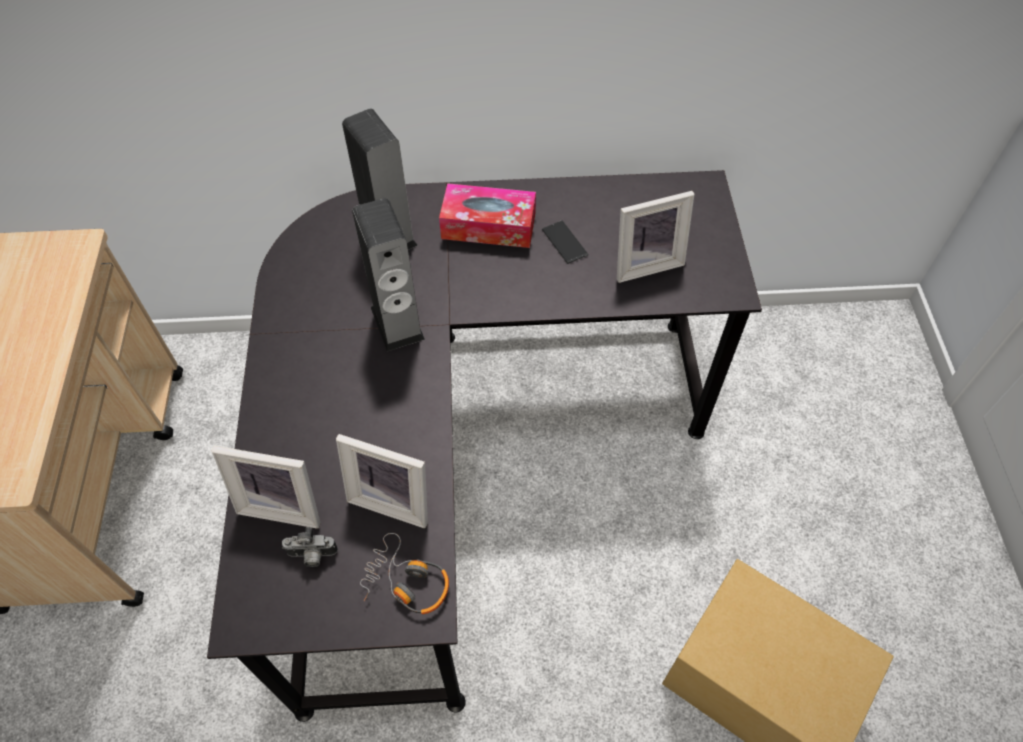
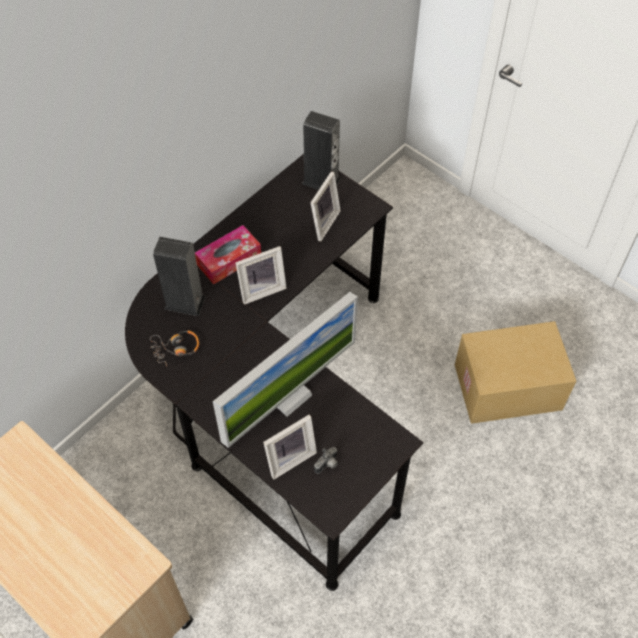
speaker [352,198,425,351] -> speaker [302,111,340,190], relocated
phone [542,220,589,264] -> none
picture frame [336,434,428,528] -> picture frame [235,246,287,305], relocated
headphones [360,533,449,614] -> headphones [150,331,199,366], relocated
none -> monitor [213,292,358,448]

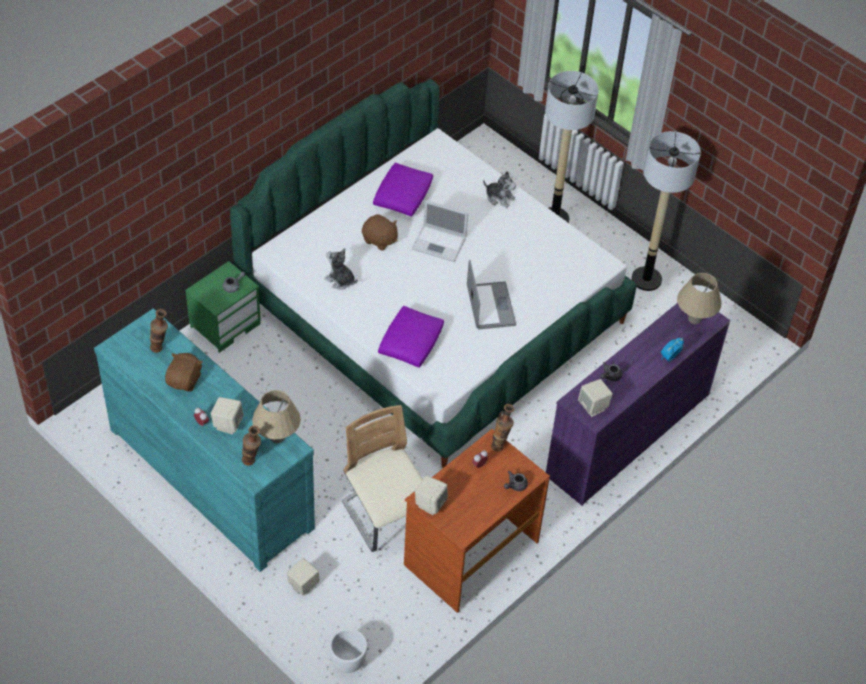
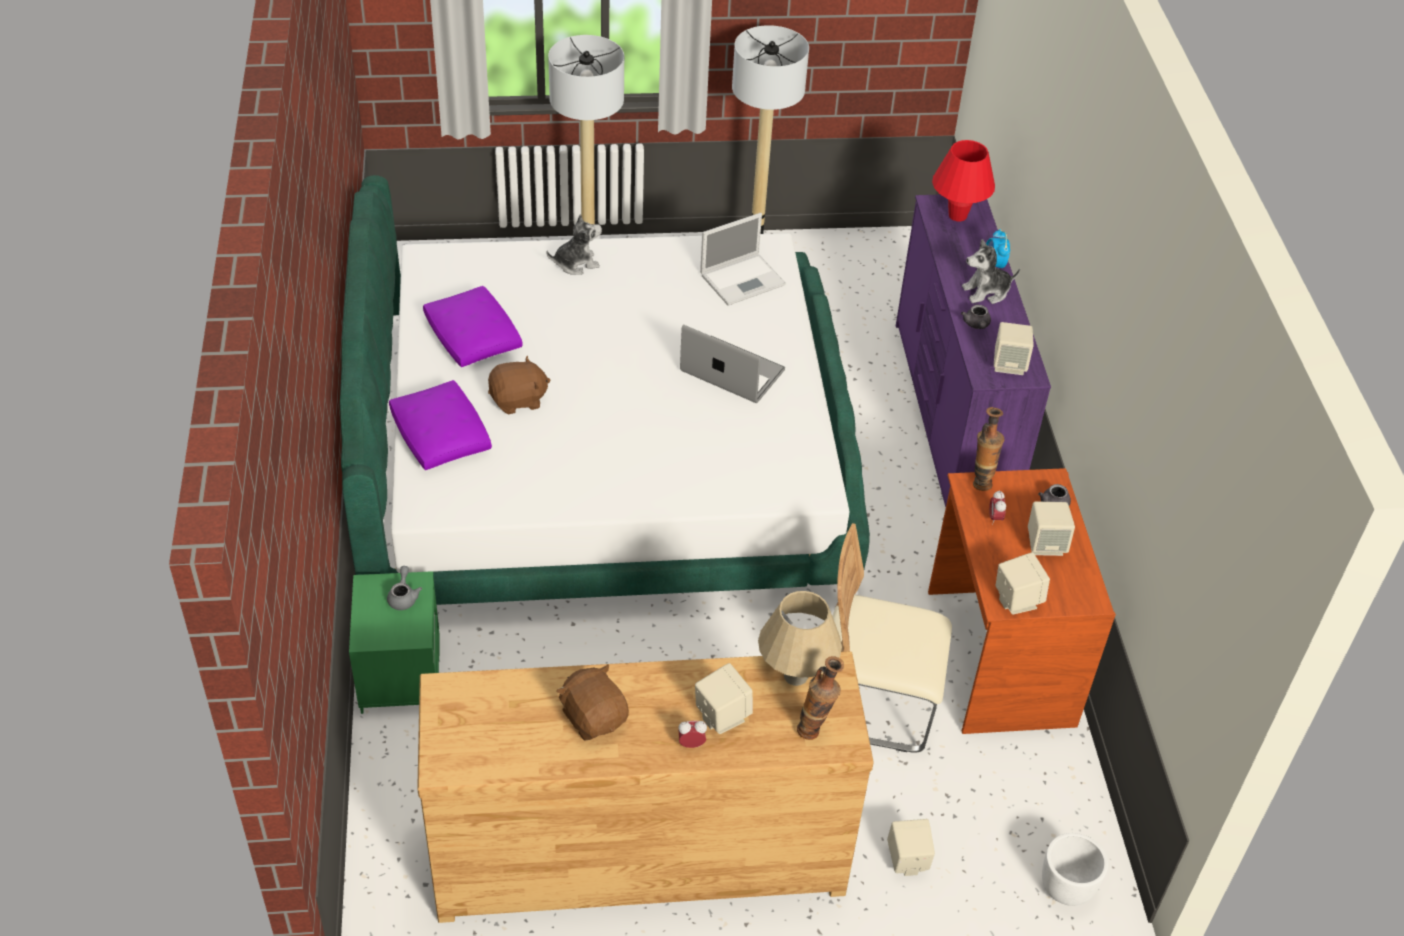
laptop [412,200,468,262] -> laptop [700,213,786,306], relocated
plush toy [324,248,358,290] -> plush toy [962,239,1020,304], relocated
beige table lamp [677,273,721,324] -> red table lamp [932,140,995,222]
purple pillow [378,306,444,368] -> purple pillow [389,380,492,470], relocated
turquoise dresser [94,308,315,572] -> brown dresser [417,651,874,923]
vase [150,309,168,353] -> none
none -> beige speaker [1028,501,1075,556]

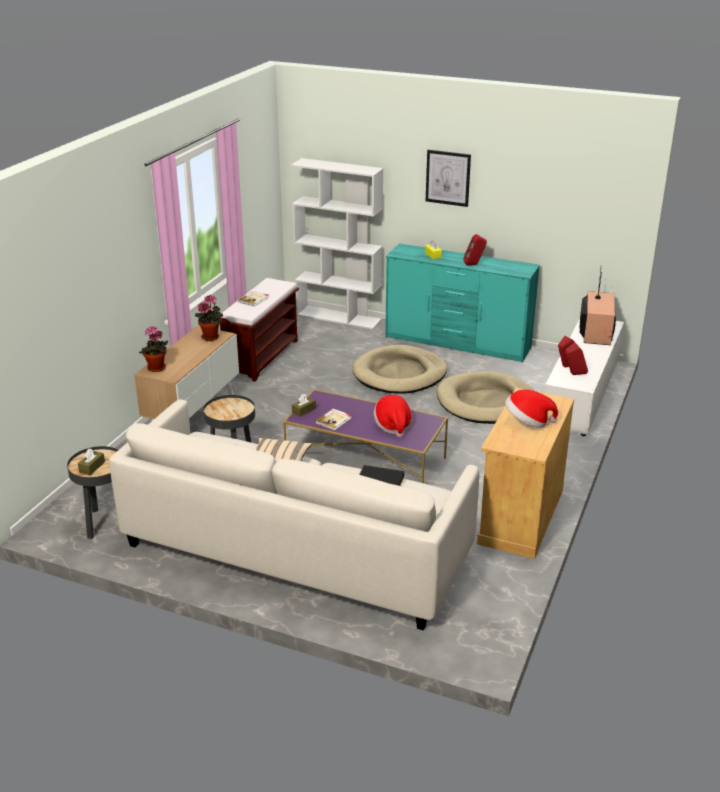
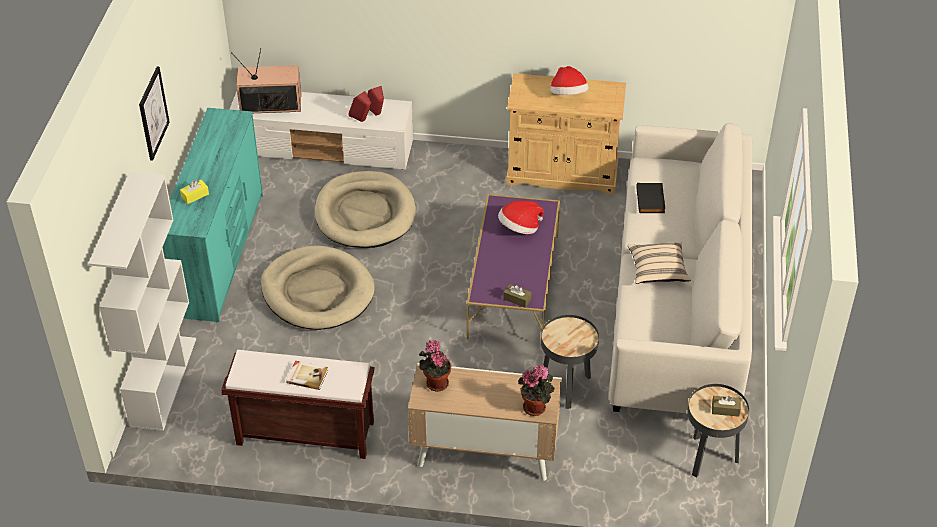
red speaker [463,234,487,266] -> none
book [315,409,351,431] -> none

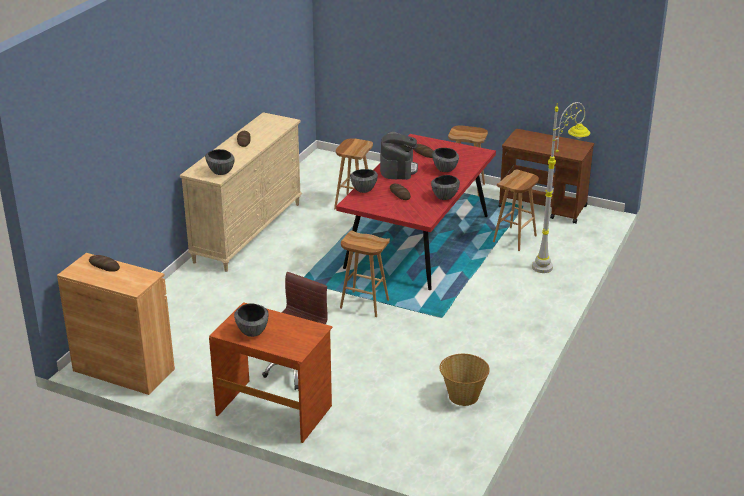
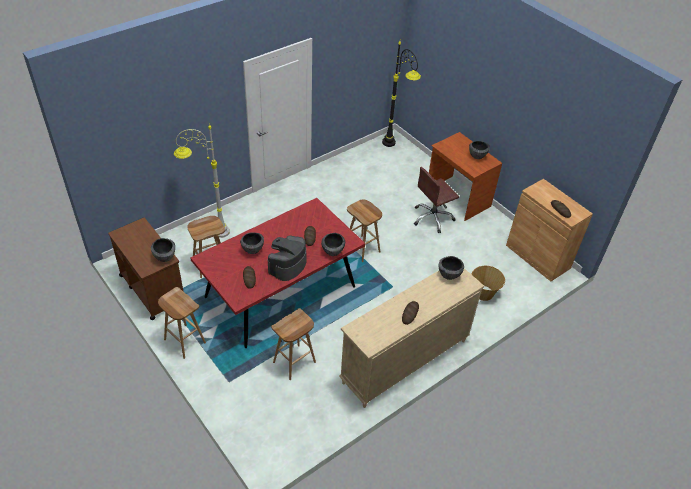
bowl [431,175,460,200] -> bowl [151,238,175,262], relocated
basket [439,354,490,406] -> basket [471,266,505,301], relocated
none -> black floor lamp [382,41,421,147]

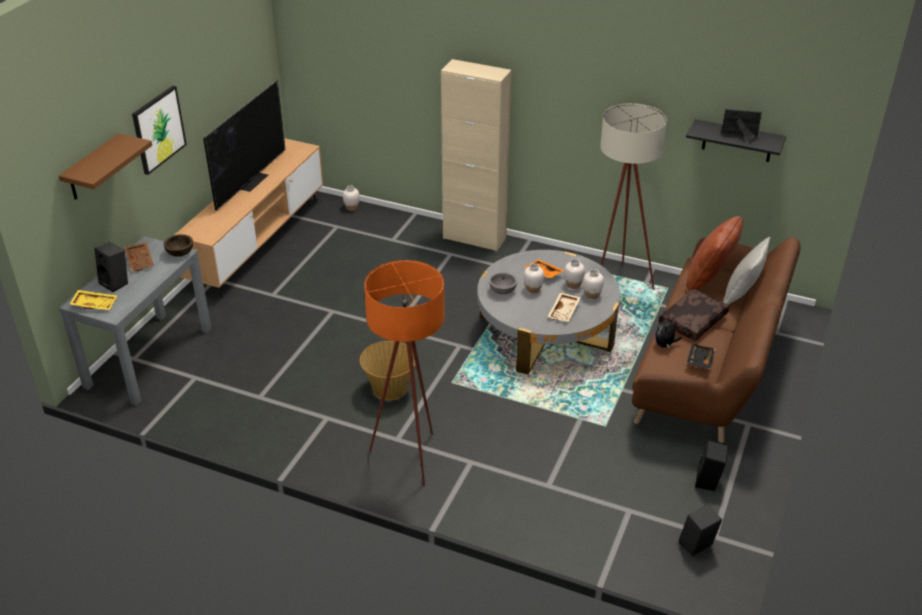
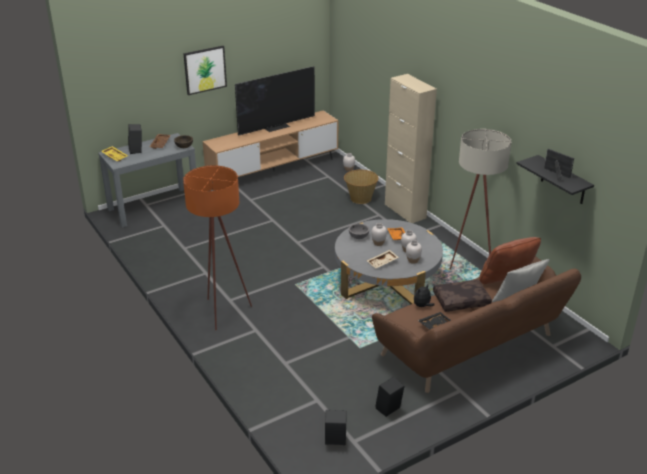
brown shelf [59,133,152,200] -> none
basket [360,341,416,400] -> basket [344,170,379,204], relocated

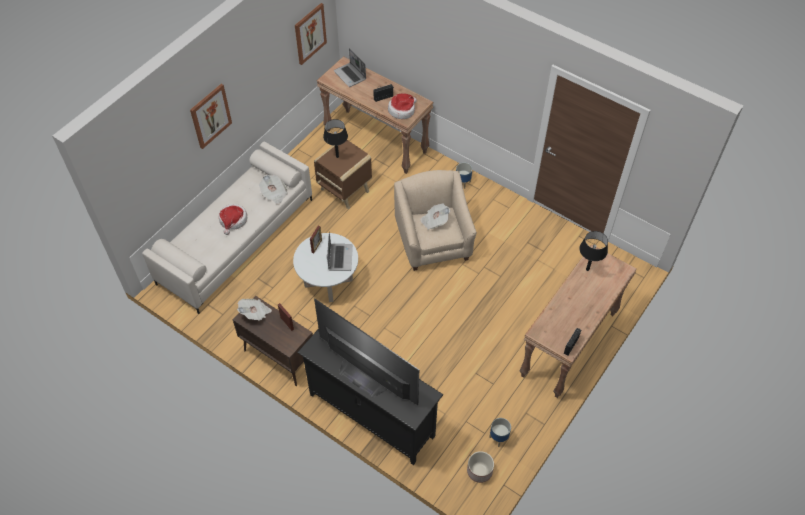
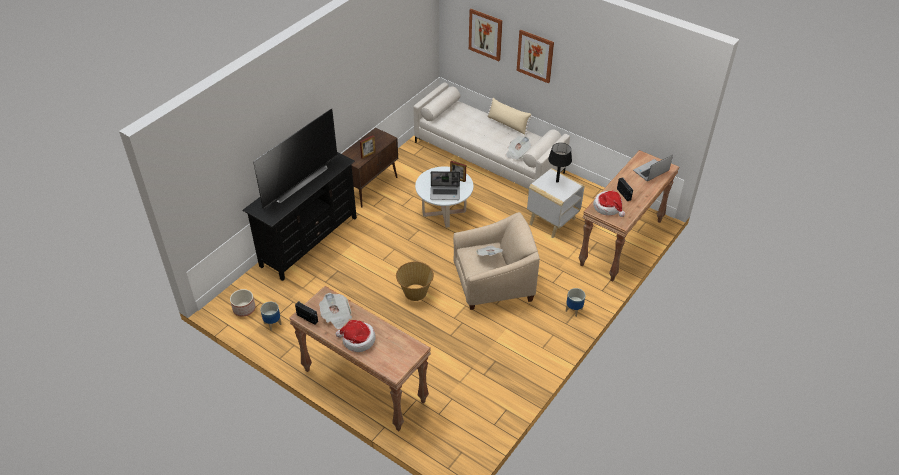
picture [295,3,327,65] -> picture [469,9,503,61], relocated
brown side table [314,140,372,210] -> white side table [527,168,584,238]
hat [219,204,247,235] -> hat [336,320,376,352], relocated
black table lamp [579,231,608,271] -> none
newspaper [237,299,272,321] -> newspaper [319,293,352,329], relocated
none -> beige pillow [487,98,533,135]
none -> basket [396,262,434,301]

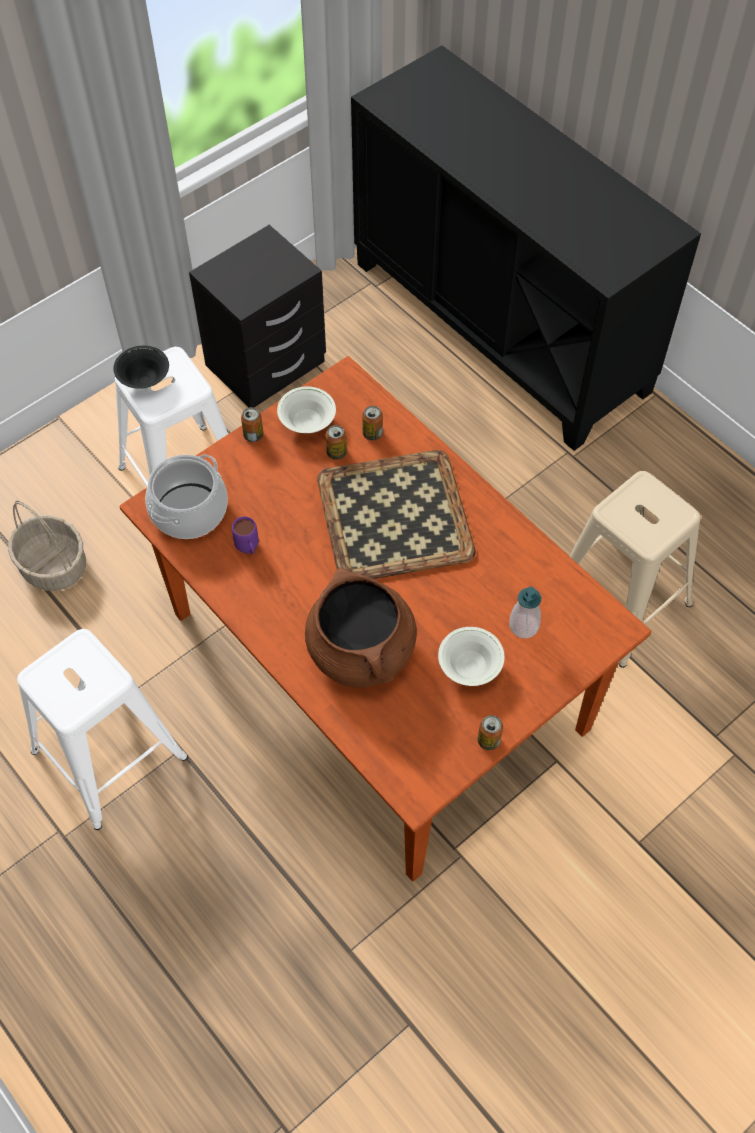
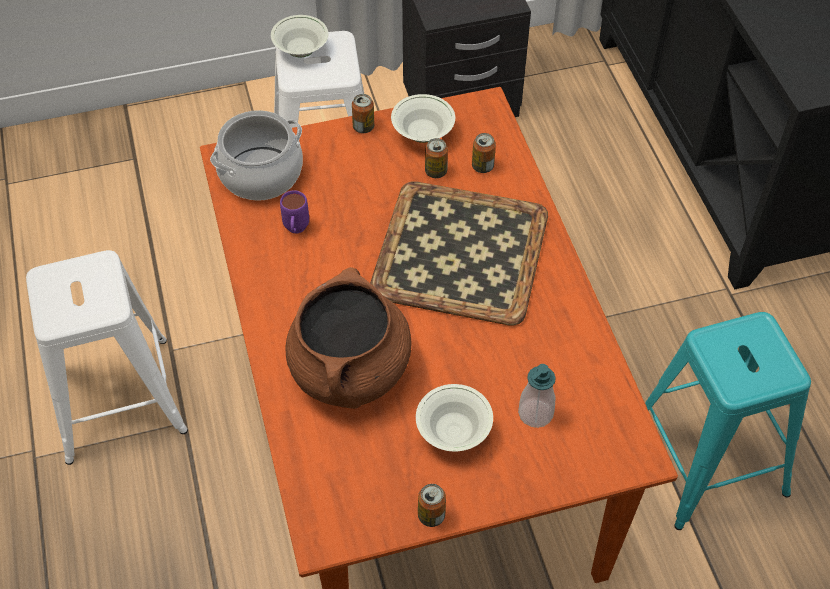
black bowl [114,346,169,389] -> white bowl [271,15,328,57]
beige stool [570,471,701,668] -> turquoise stool [645,312,811,530]
basket [8,500,86,591] -> none

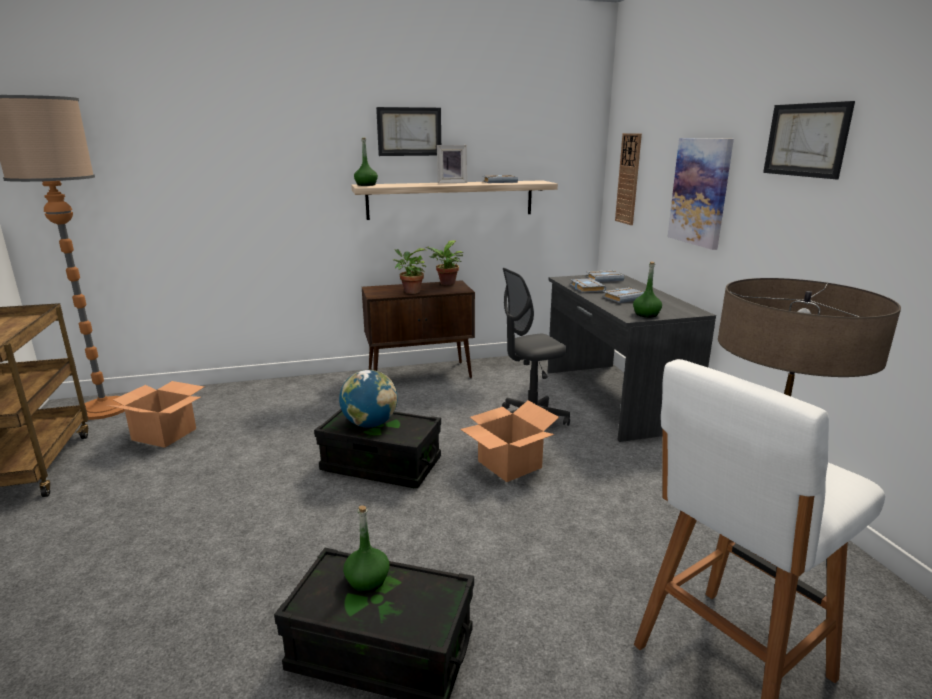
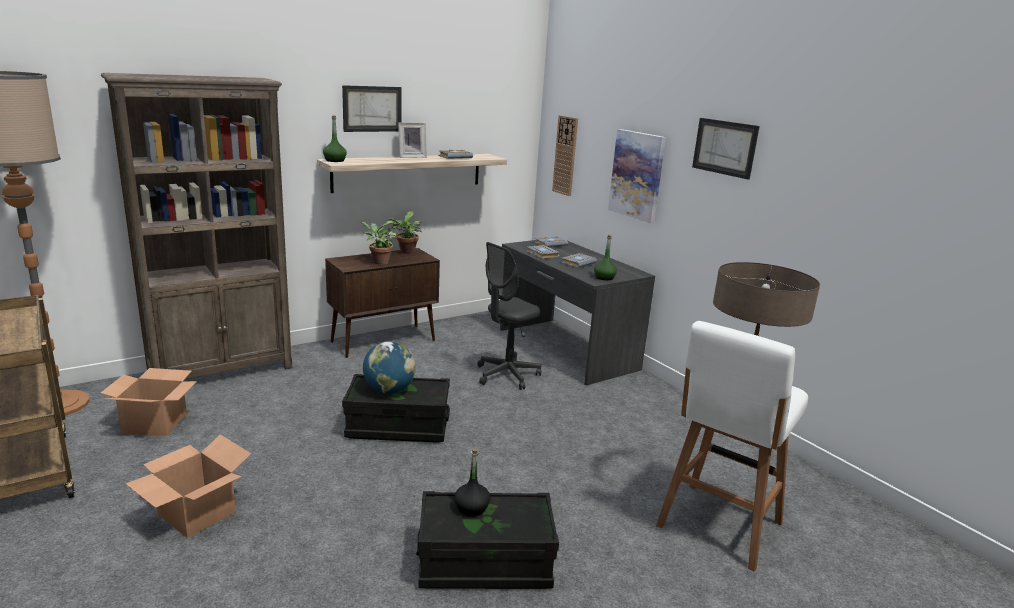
cardboard box [460,401,559,482] -> cardboard box [126,434,251,538], relocated
green bottle [343,506,389,592] -> black bottle [454,448,490,517]
none -> brown bookcase [101,73,292,379]

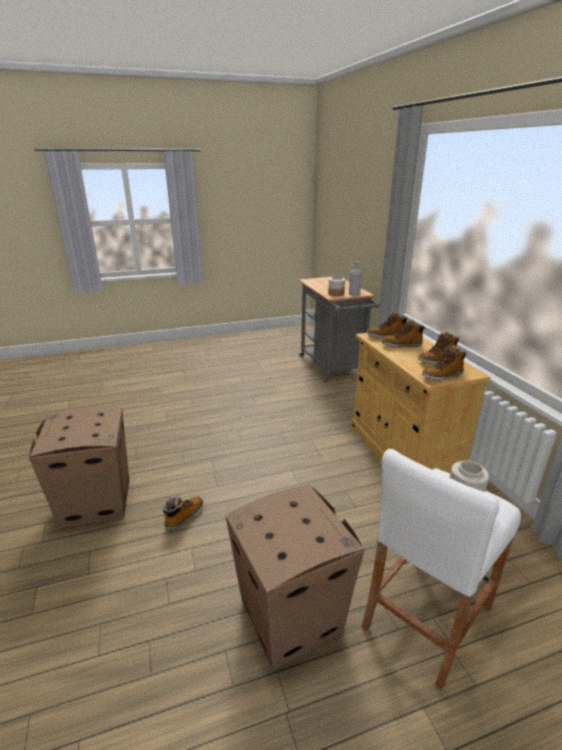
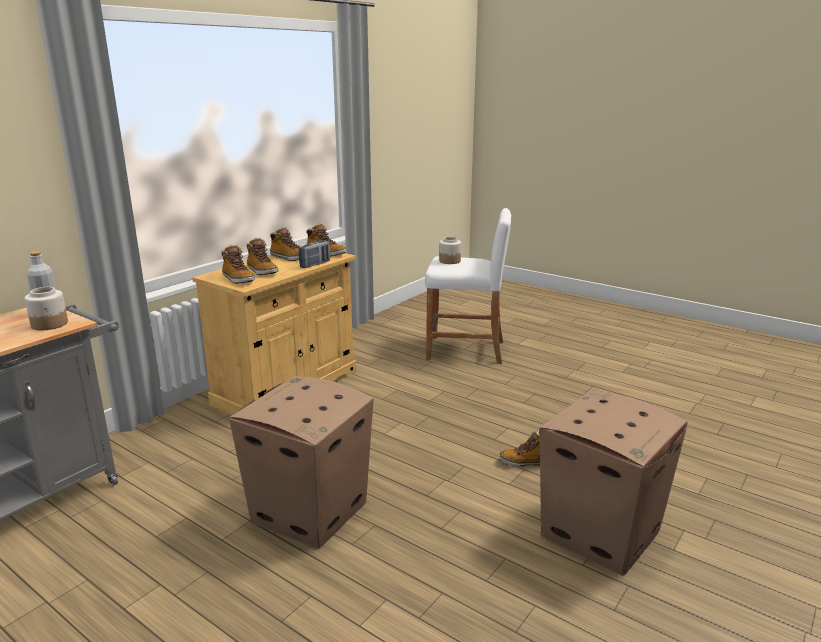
cardboard box [225,485,364,670] -> cardboard box [229,376,374,549], relocated
none -> radio [299,240,330,268]

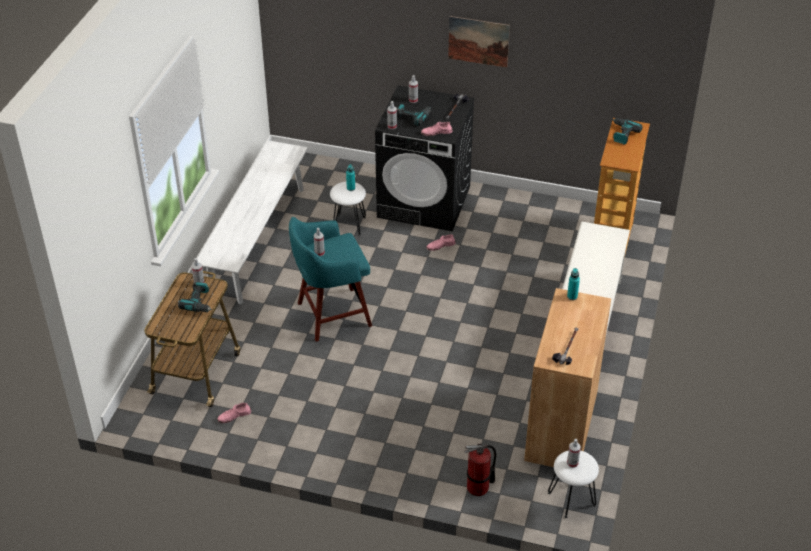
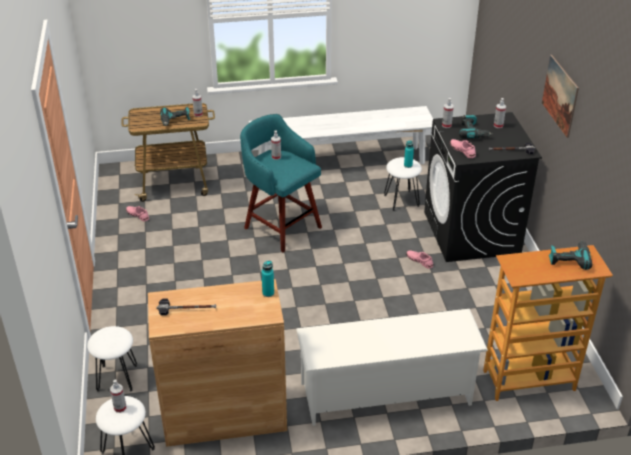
fire extinguisher [464,444,496,496] -> white stool [87,326,137,392]

